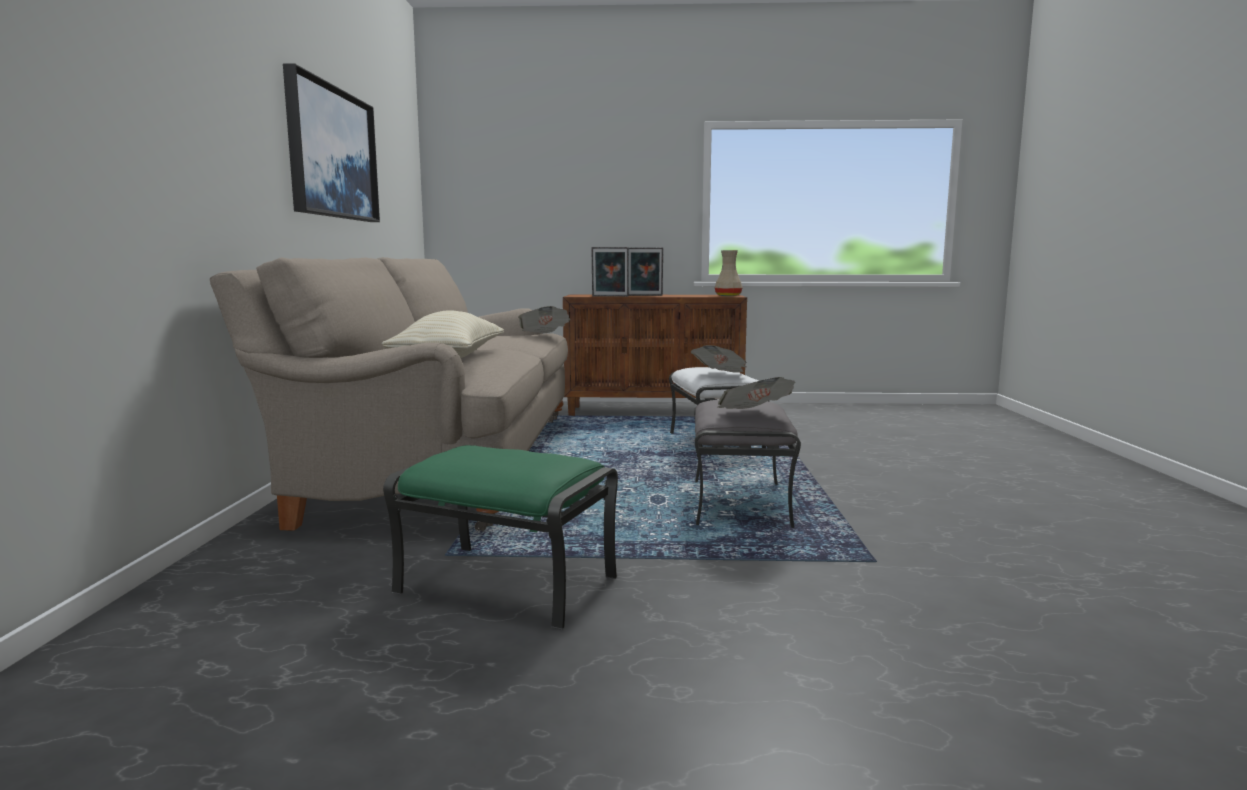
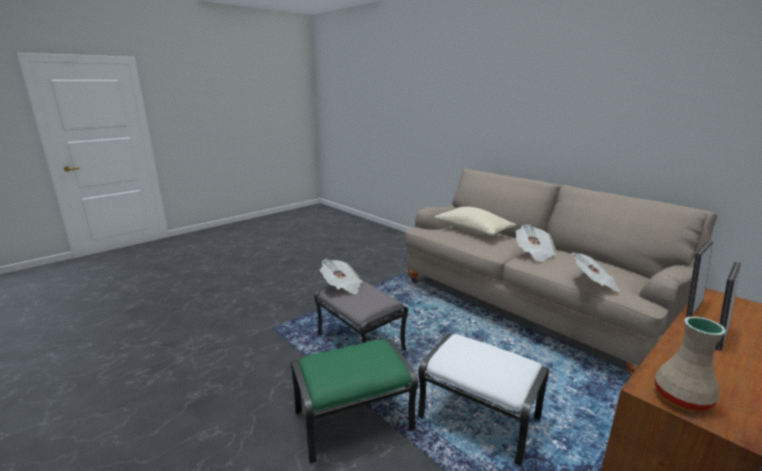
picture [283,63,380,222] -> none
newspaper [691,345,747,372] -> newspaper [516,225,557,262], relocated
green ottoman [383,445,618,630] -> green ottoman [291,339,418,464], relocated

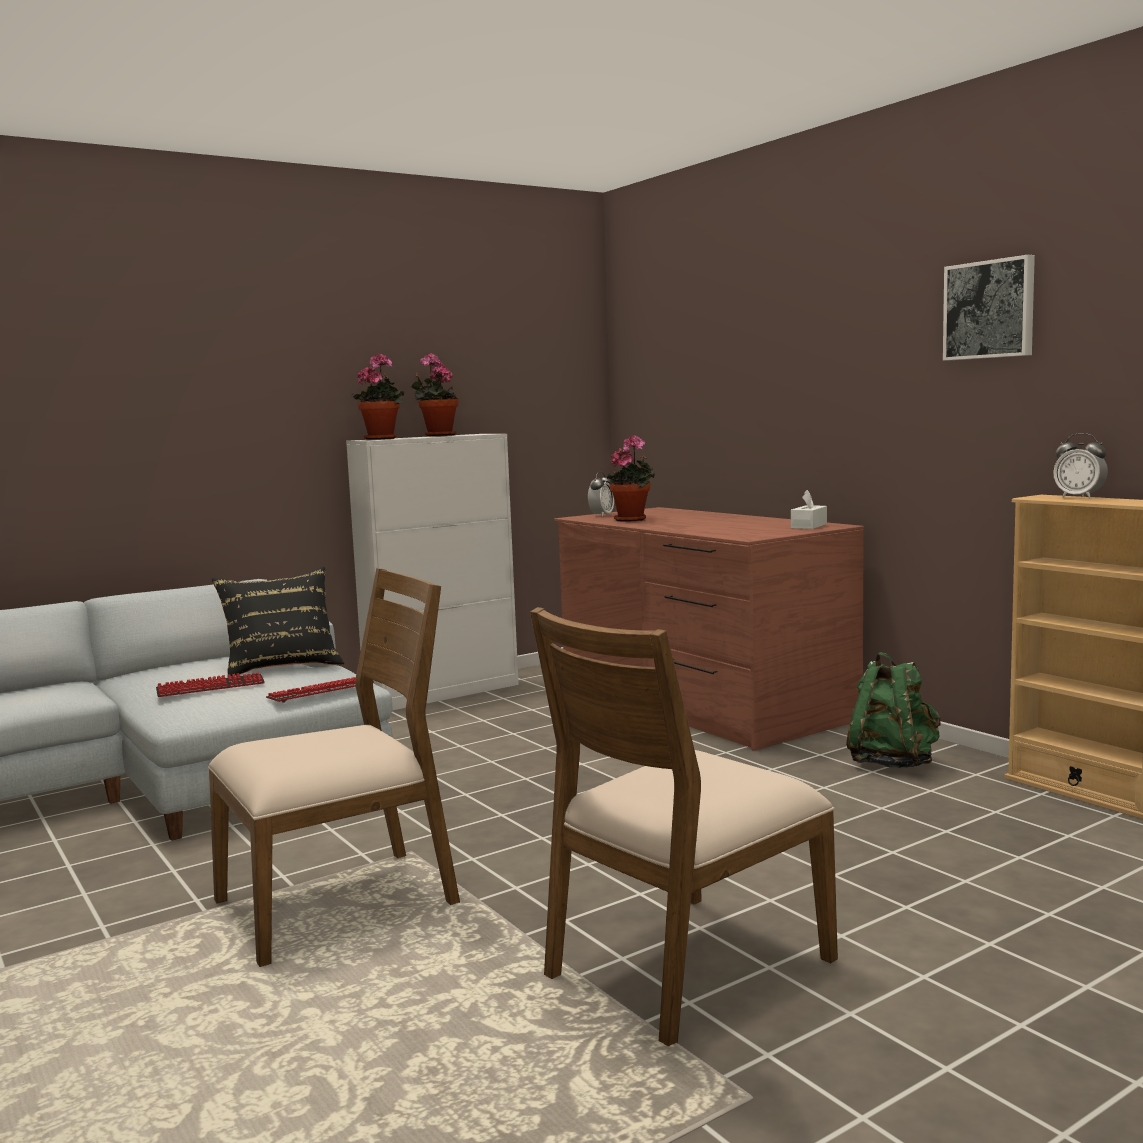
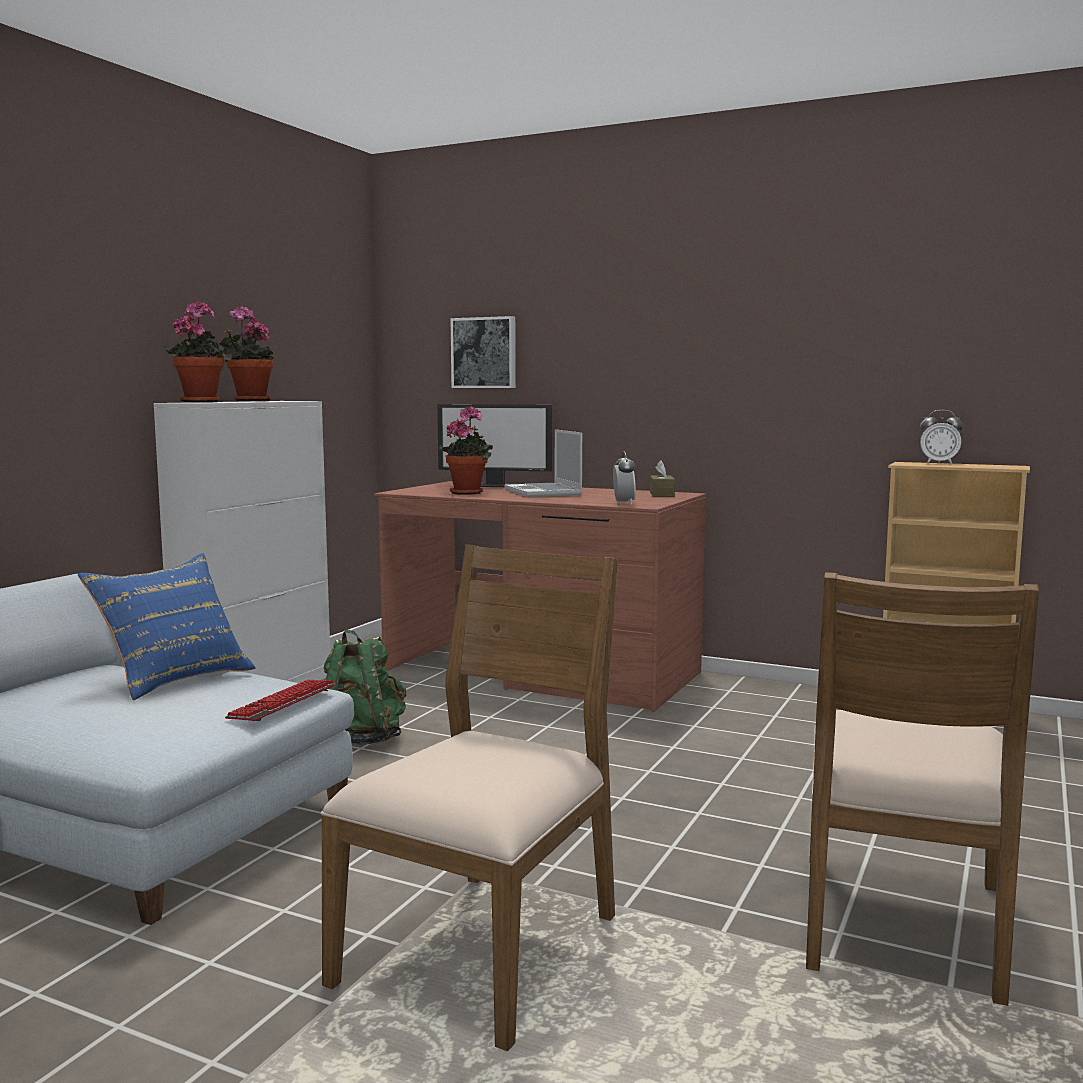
picture [943,255,1035,361] -> picture [451,316,516,388], relocated
alarm clock [588,472,614,517] -> alarm clock [613,451,636,504], relocated
white tissue box [791,490,827,529] -> brown tissue box [650,460,675,497]
black pillow [212,567,344,677] -> blue pillow [78,553,255,701]
green backpack [846,652,941,768] -> green backpack [324,630,406,745], relocated
keyboard [156,673,265,697] -> none
none -> monitor [437,404,552,487]
none -> laptop [504,429,583,497]

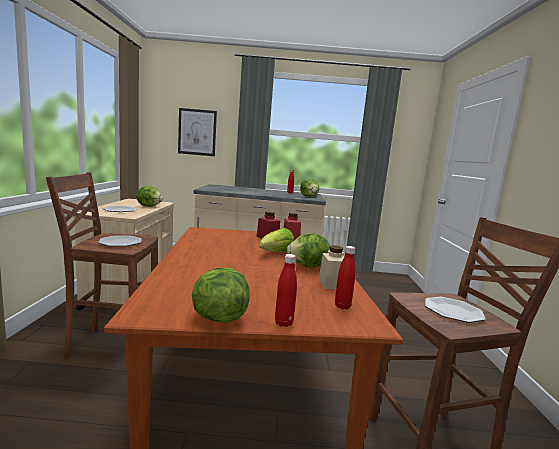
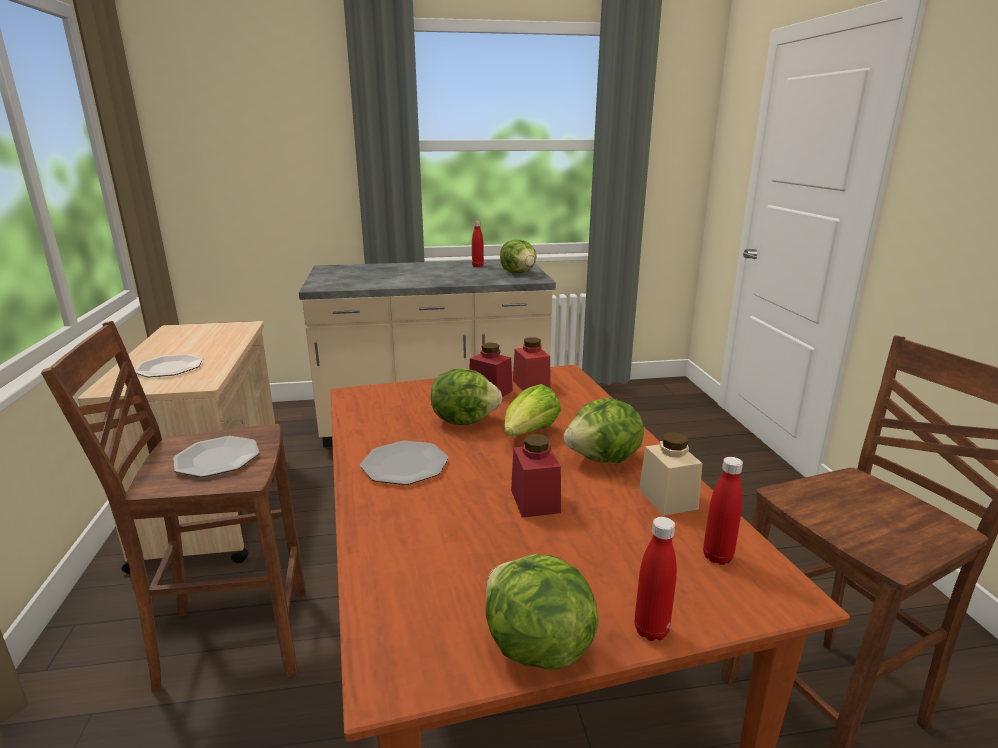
picture [178,108,217,156] -> none
lettuce [136,186,163,207] -> lettuce [431,368,502,425], relocated
plate [425,297,486,323] -> plate [360,441,449,485], relocated
none -> red jar [511,434,561,518]

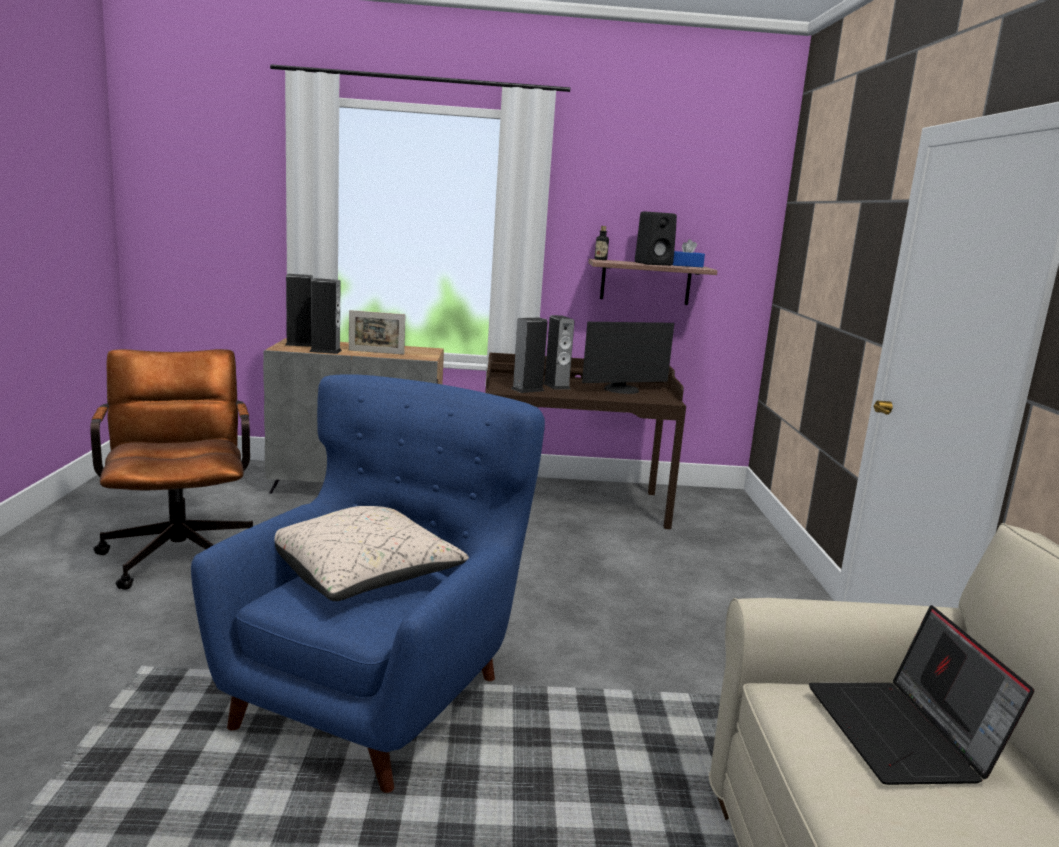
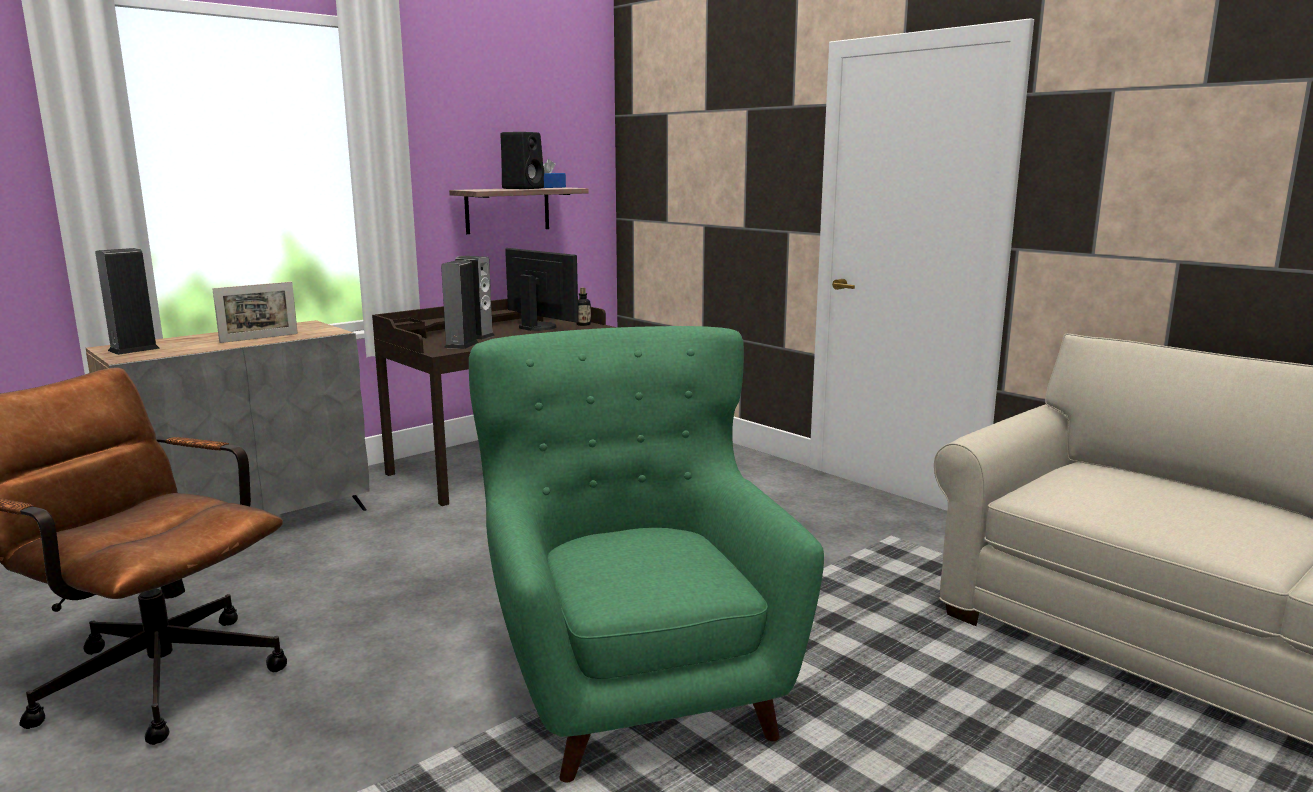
bottle [595,226,609,260] -> bottle [577,288,591,326], relocated
speaker [309,278,342,354] -> none
monitor [582,322,674,394] -> monitor [505,248,578,331], 75 degrees counterclockwise
blue armchair [191,374,545,793] -> green armchair [469,326,824,782]
beige pillow [275,506,469,601] -> none
laptop [809,605,1034,785] -> none

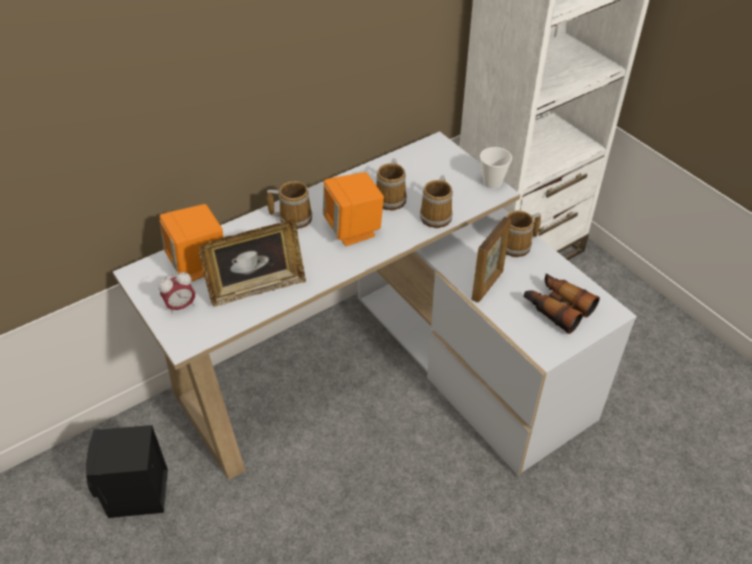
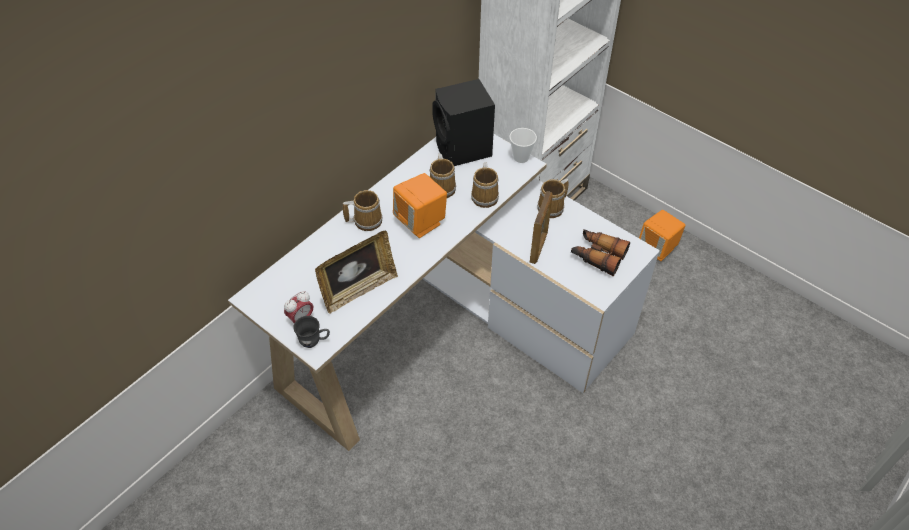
orange speaker [159,204,223,282] -> orange speaker [639,210,685,261], relocated
black speaker [86,425,168,518] -> black speaker [432,79,495,166], relocated
none -> grey mug [293,316,330,348]

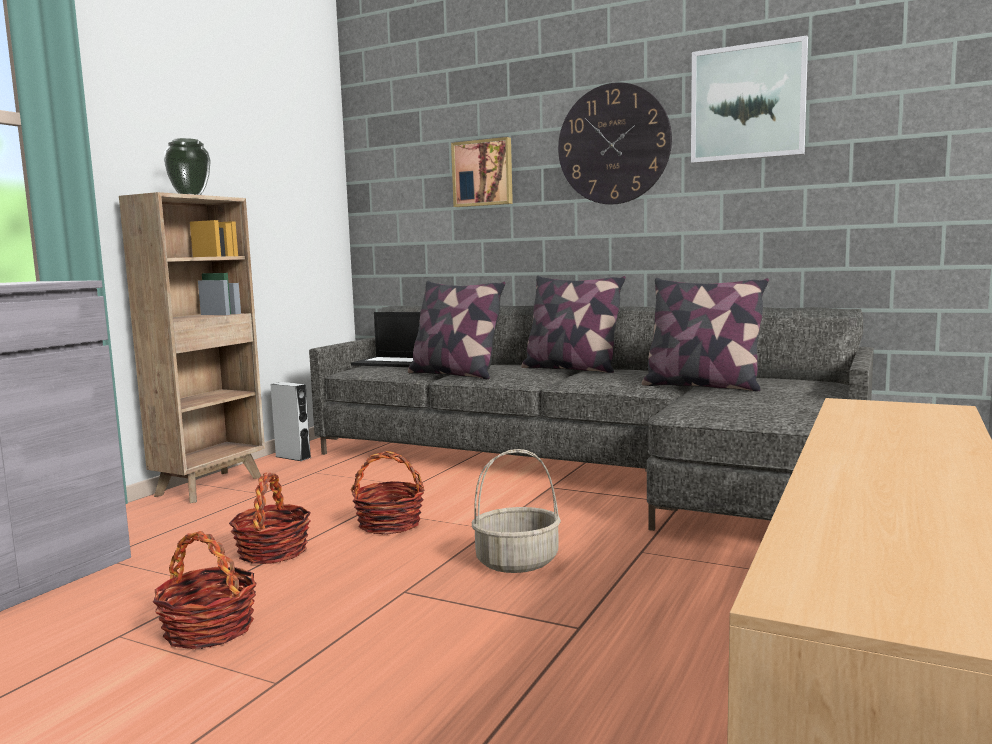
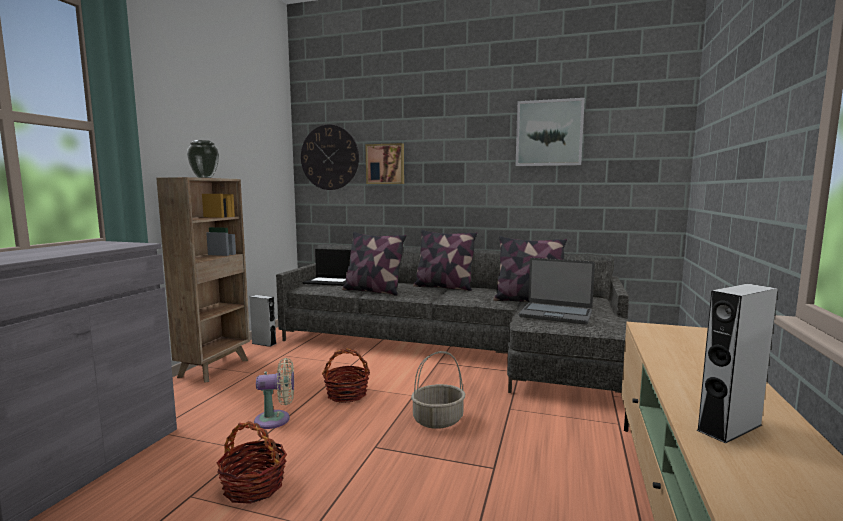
wall clock [558,82,672,204] -> wall clock [301,124,359,190], relocated
basket [229,473,311,564] -> beige fan [254,358,294,429]
none -> laptop [519,258,595,325]
none -> grey speaker [696,283,778,443]

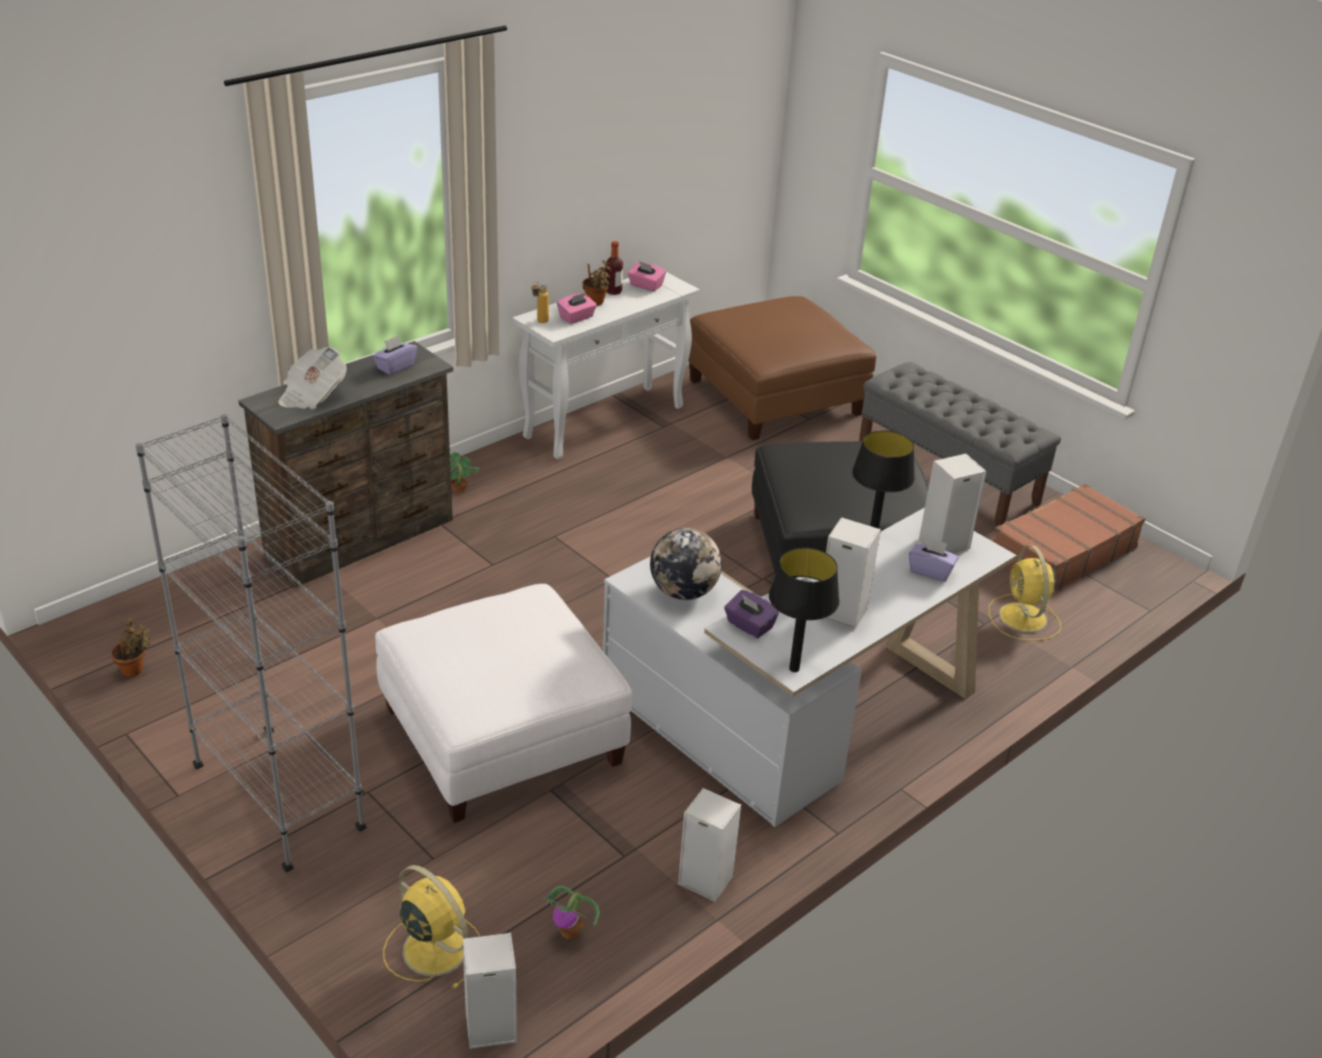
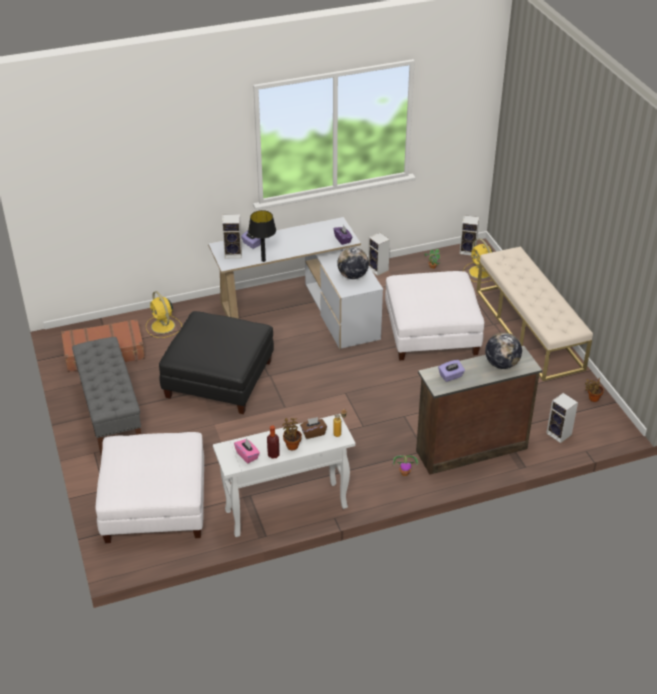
pink tissue box [557,293,597,324] -> brown tissue box [300,417,327,439]
brown ottoman [688,296,876,440] -> white ottoman [96,432,204,543]
newspaper [278,347,347,409] -> globe [485,332,522,369]
grey bookcase [135,414,366,872] -> beige bench [476,246,593,381]
speaker [823,517,881,630] -> speaker [546,393,578,443], relocated
yellow fan [989,545,1061,641] -> yellow fan [146,291,182,338], 135 degrees clockwise
black table lamp [769,548,839,672] -> none

